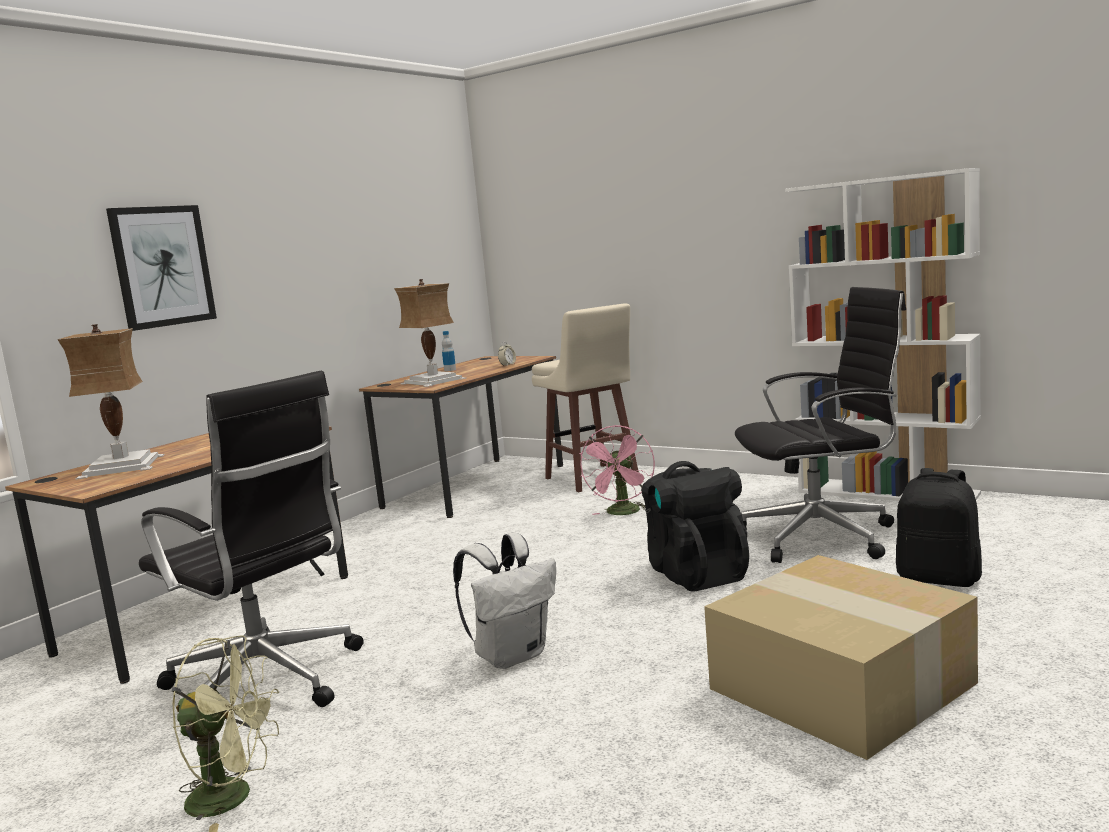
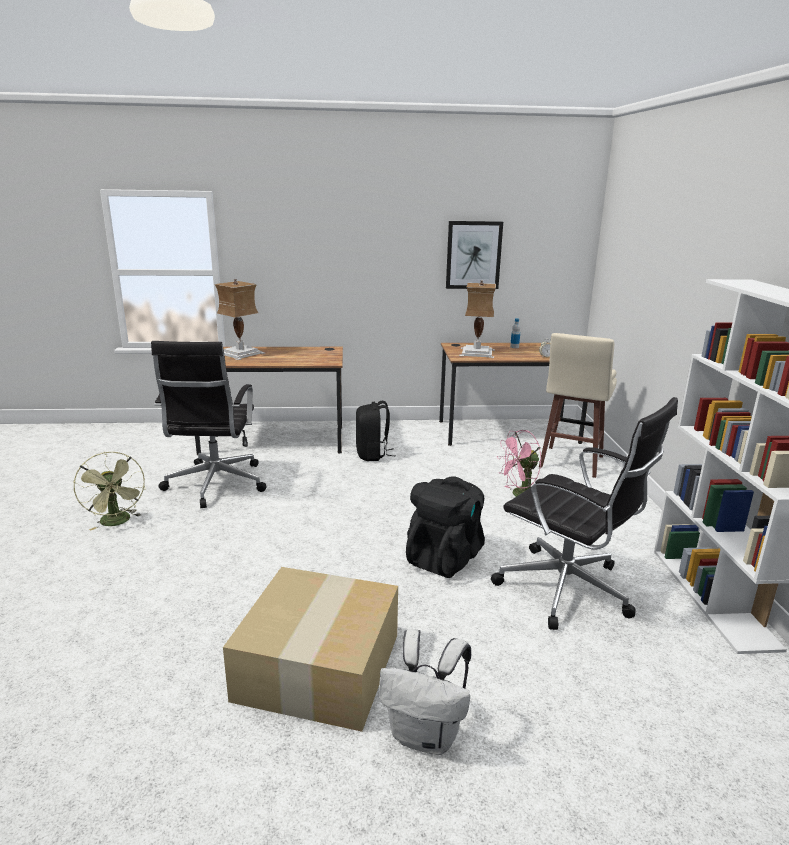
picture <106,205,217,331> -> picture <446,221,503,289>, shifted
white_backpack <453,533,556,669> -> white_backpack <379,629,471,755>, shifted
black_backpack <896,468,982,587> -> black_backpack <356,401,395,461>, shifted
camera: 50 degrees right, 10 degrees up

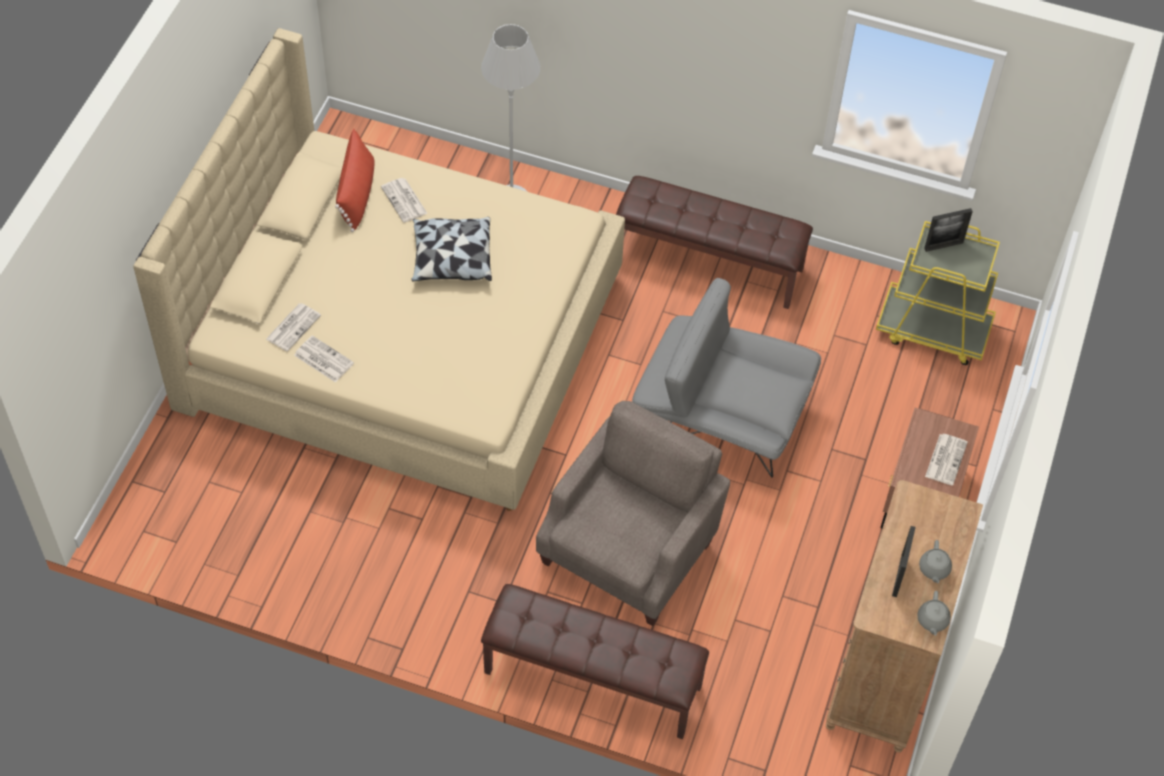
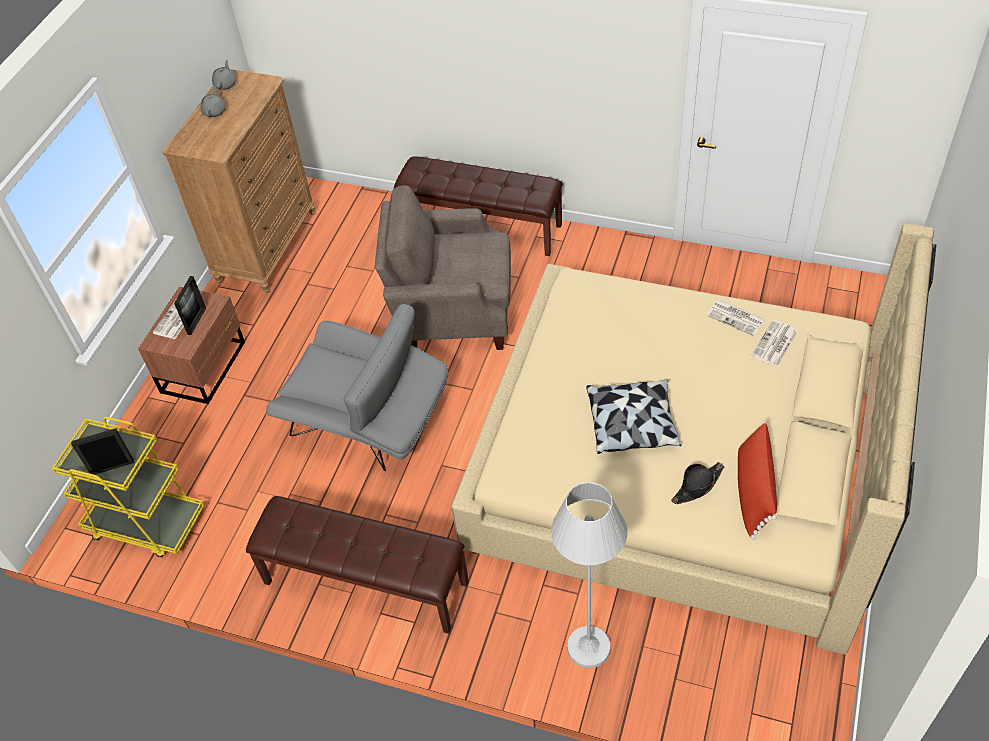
picture_frame <892,526,916,597> -> picture_frame <174,276,206,335>, shifted
newspaper <381,178,428,223> -> black_hat <671,462,724,504>
beige_armchair <536,401,730,626> -> beige_armchair <375,185,511,350>, 60 degrees clockwise
camera: 175 degrees left, 5 degrees down

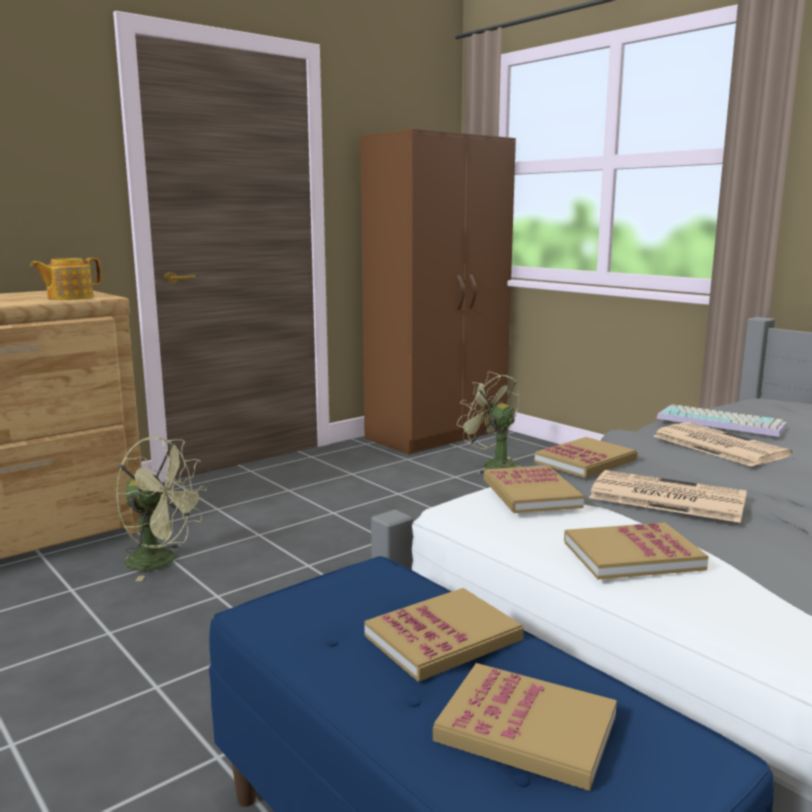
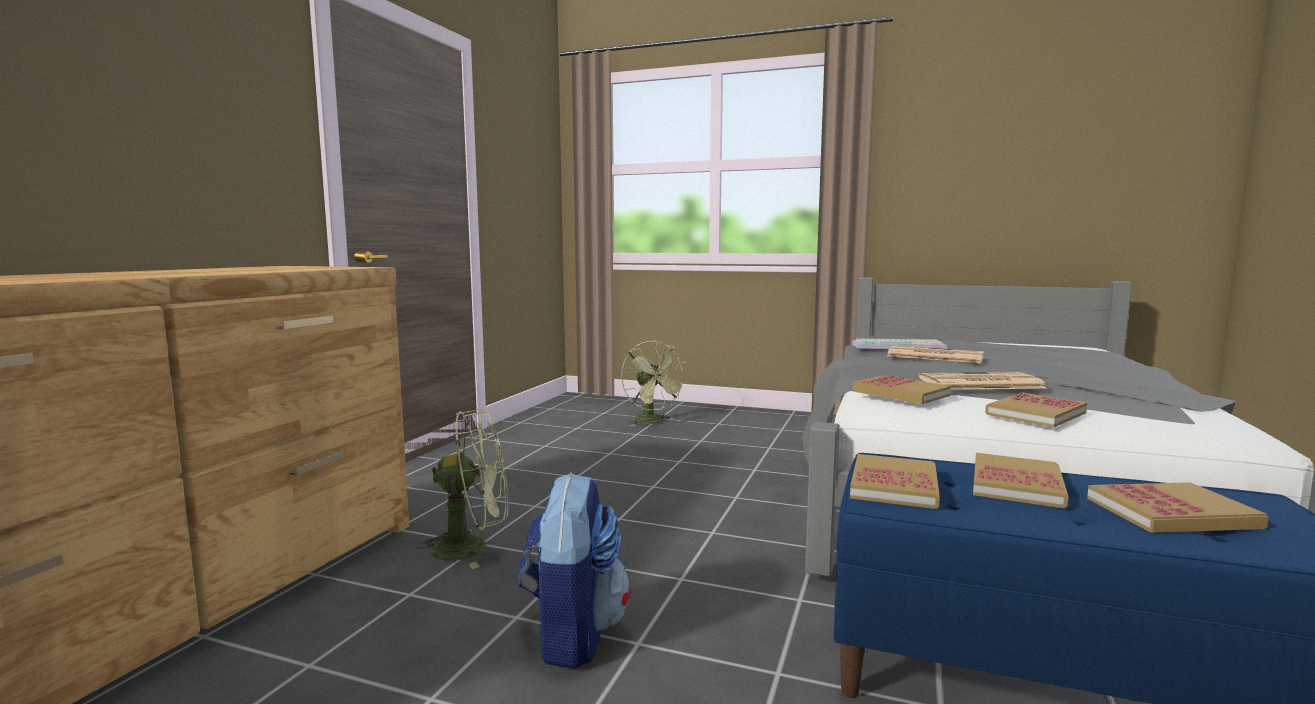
teapot <30,258,101,300> -> none
brown_wardrobe <360,129,516,455> -> none
none -> backpack <518,472,631,669>
book <535,437,637,478> -> book <850,454,940,509>, shifted
green_fan <457,372,520,474> -> green_fan <621,341,687,426>, 135 degrees counterclockwise
camera: 30 degrees left, 5 degrees down

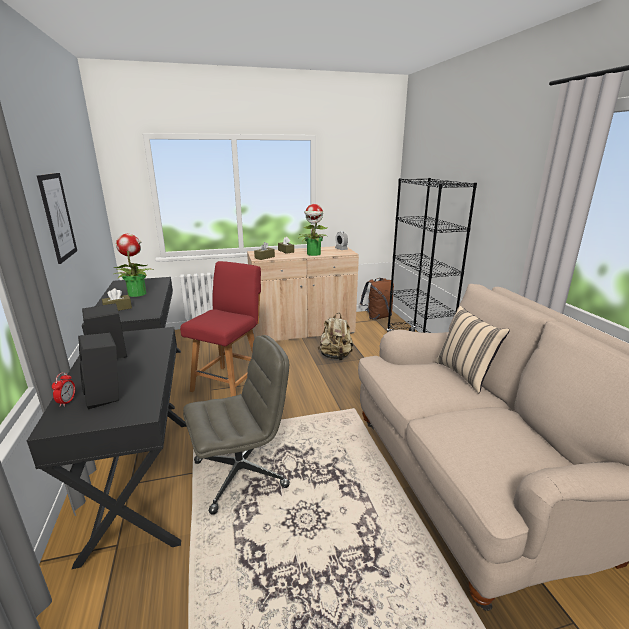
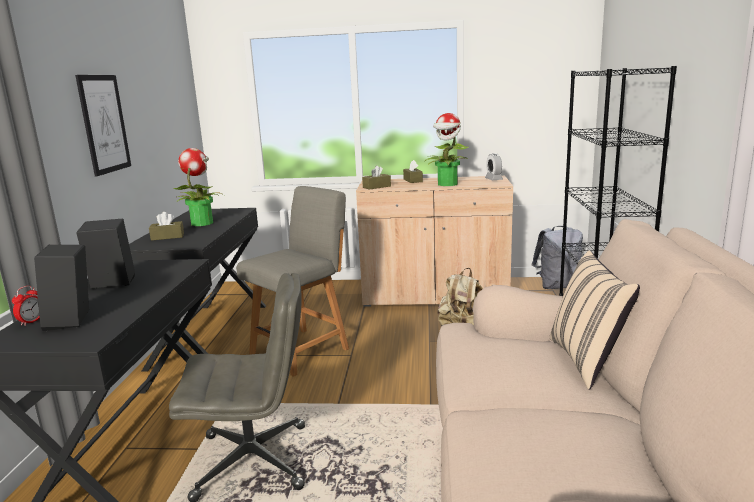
red_chair <180,261,261,397> -> grey_chair <236,186,349,377>
brown_backpack <360,278,394,320> -> grey_backpack <532,226,583,289>
camera: 20 degrees right, 5 degrees down

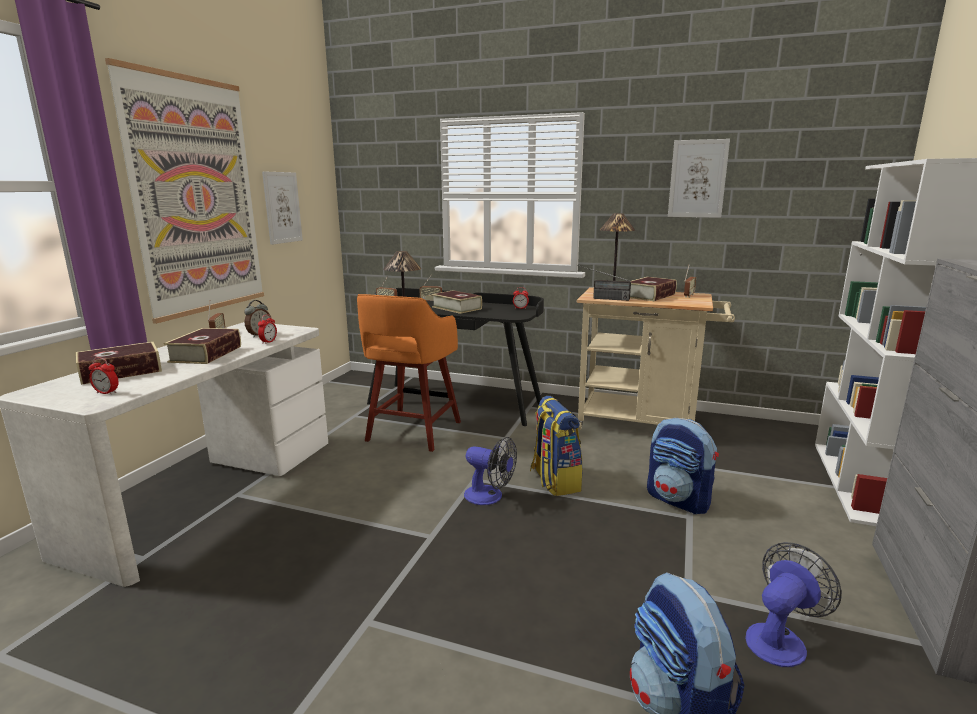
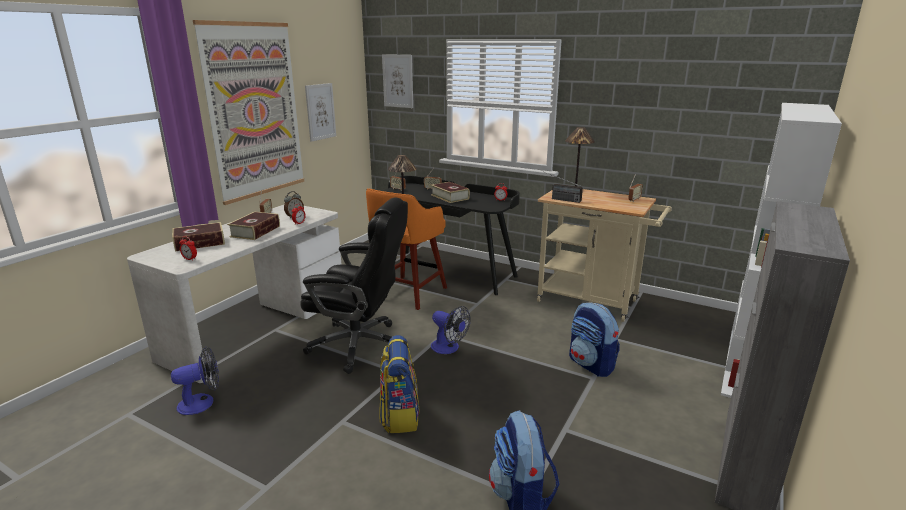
book <630,277,677,301> -> none
none -> black_office_chair <300,197,408,374>
backpack <530,396,583,496> -> backpack <379,335,420,433>, shifted
picture <668,139,730,218> -> picture <382,54,413,108>, shifted
fan <745,542,842,667> -> fan <171,347,219,415>, shifted
camera: 10 degrees right, 5 degrees up

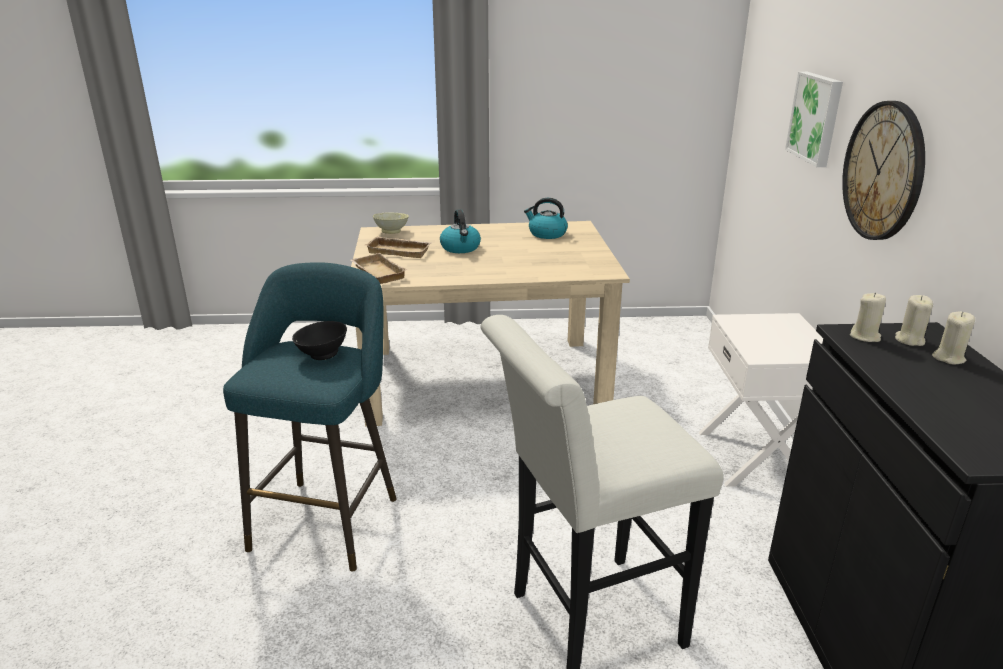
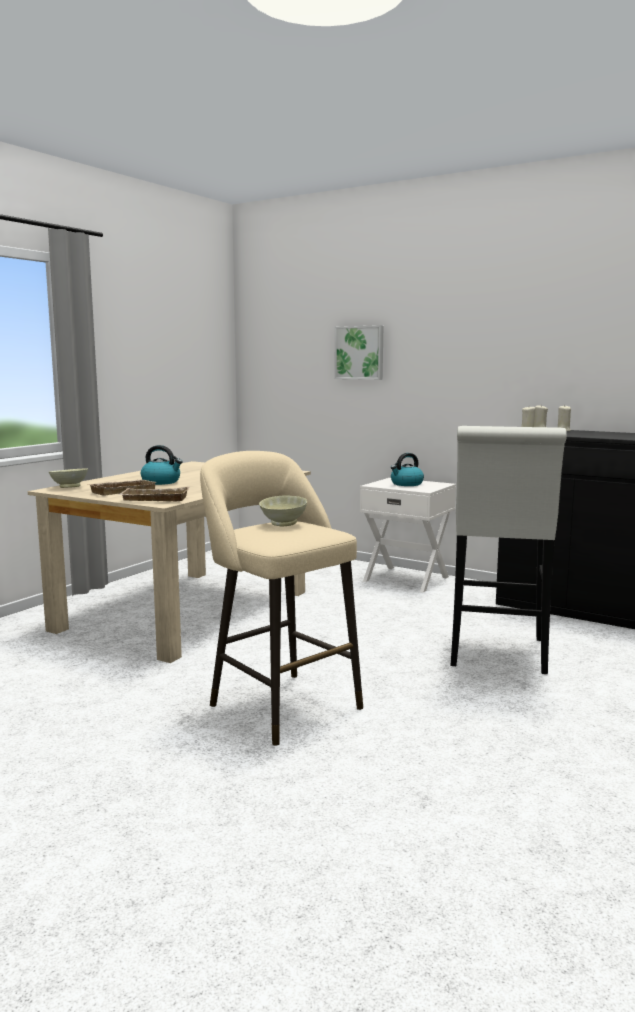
wall_clock <842,101,925,240> -> none
kettle <524,198,568,239> -> kettle <391,453,424,486>, shifted
turquoise_stool <223,262,397,572> -> beige_stool <200,451,363,745>
black_bowl <292,321,347,360> -> beige_bowl <259,495,307,526>
camera: 55 degrees left, 15 degrees down

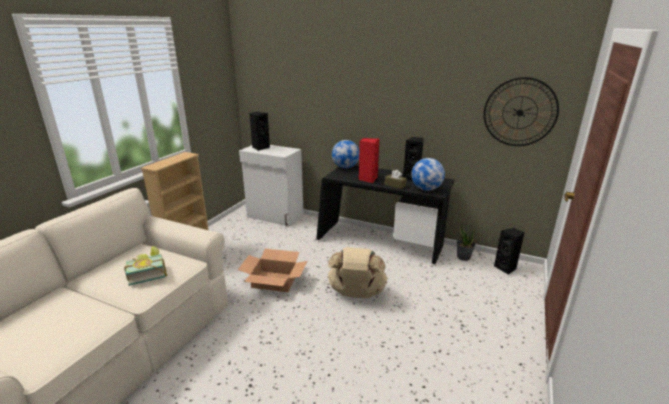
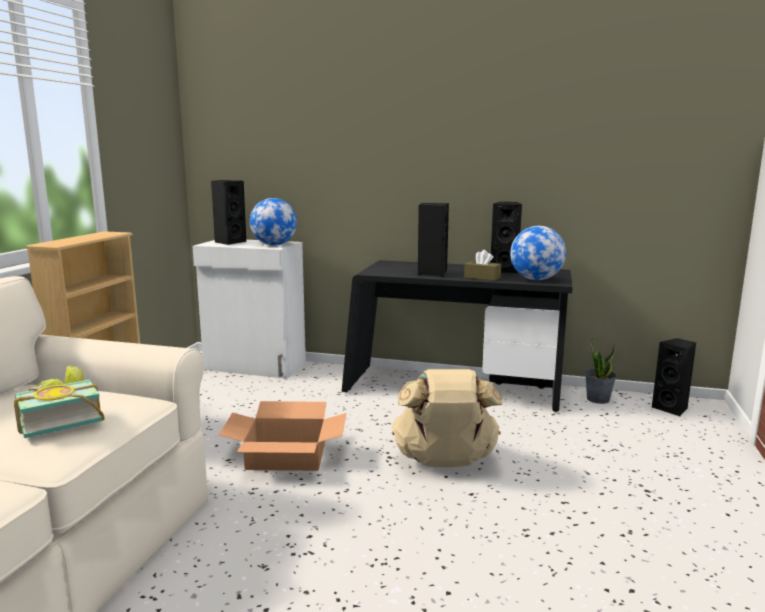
wall_clock <484,77,559,146> -> none
globe <332,140,359,168> -> globe <250,198,297,245>, shifted
red_speaker <359,138,379,183> -> black_speaker <418,203,449,277>
camera: 10 degrees left, 10 degrees down

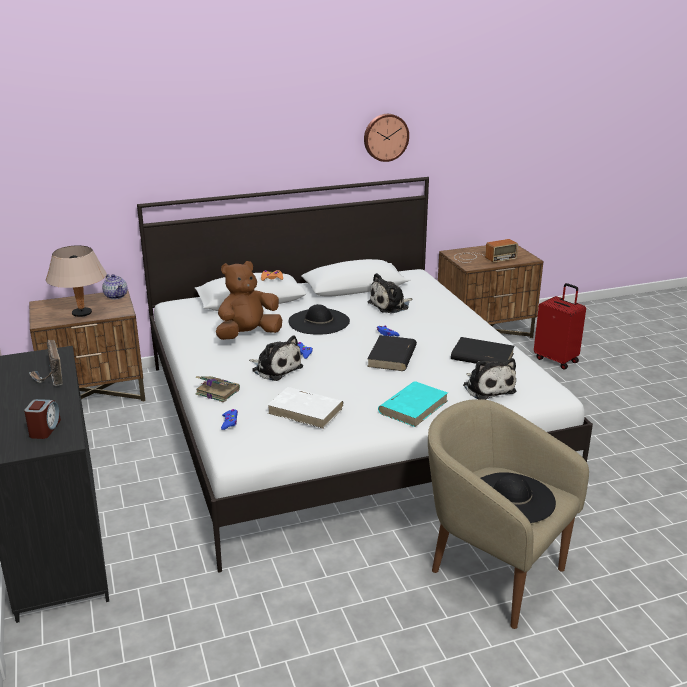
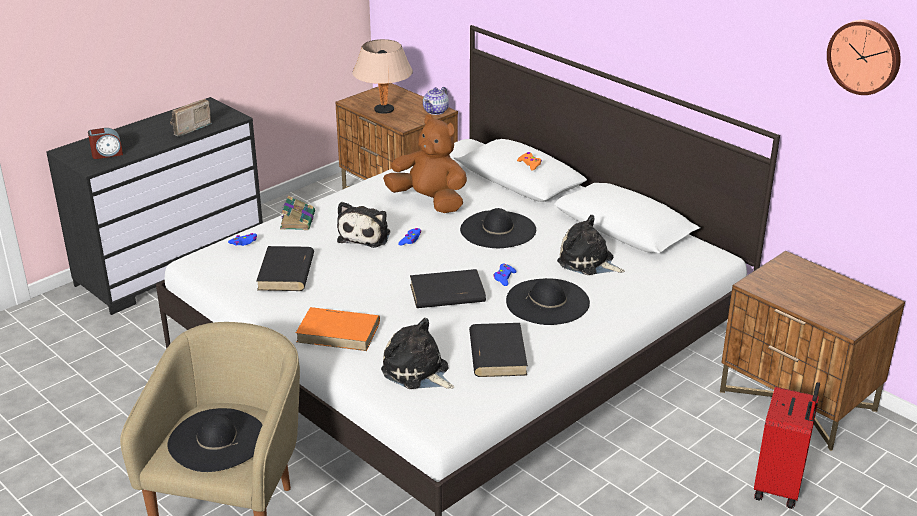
radio <454,239,518,263> -> none
none -> black_hat <506,278,590,325>
wall_clock <364,114,409,162> -> wall_clock <827,20,901,95>, shifted
white_book <267,387,344,428> -> black_book <256,246,314,291>
turquoise_book <378,381,448,427> -> orange_book <296,307,380,351>
plush_toy <463,358,516,400> -> plush_toy <381,318,454,389>, 90 degrees clockwise
camera: 65 degrees right, 5 degrees up

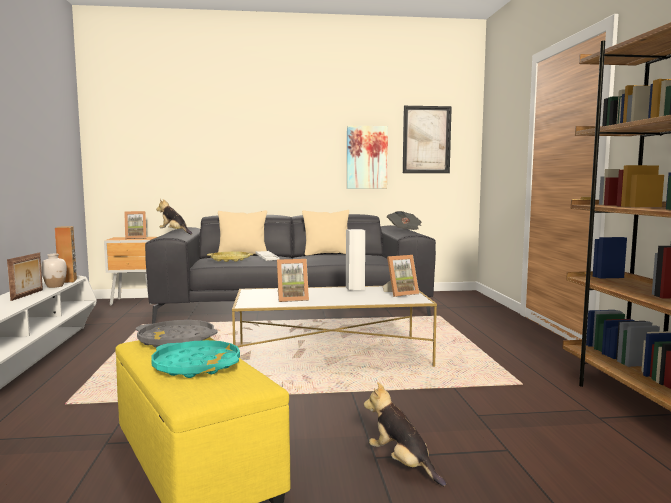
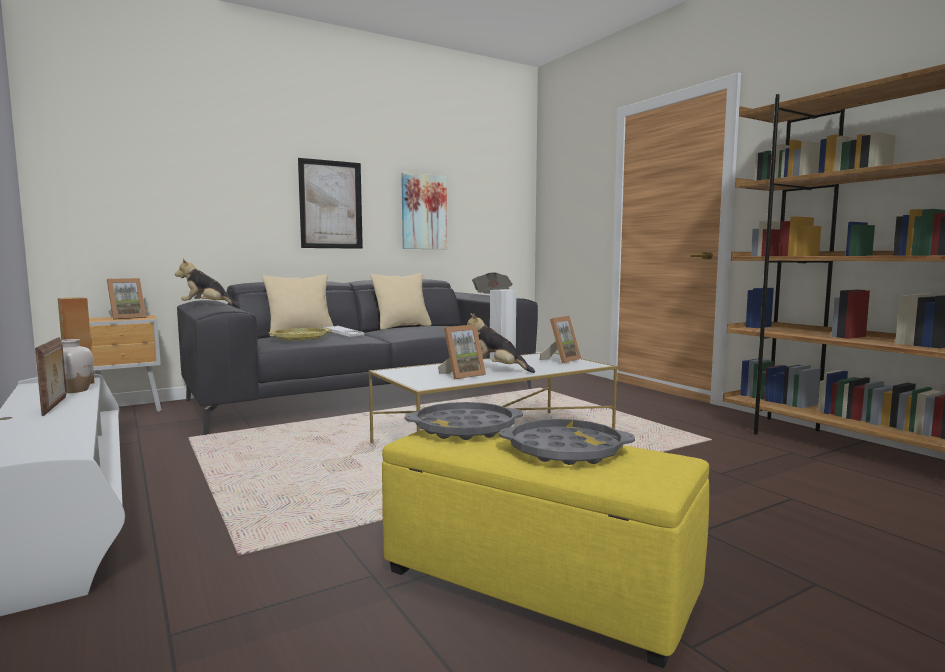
plush_toy <364,382,446,486> -> plush_toy <467,313,535,373>, shifted
picture <403,106,452,173> -> picture <298,158,363,249>, shifted
turquoise_tray <151,340,240,378> -> grey_tray <499,419,635,465>
camera: 25 degrees left, 0 degrees up

